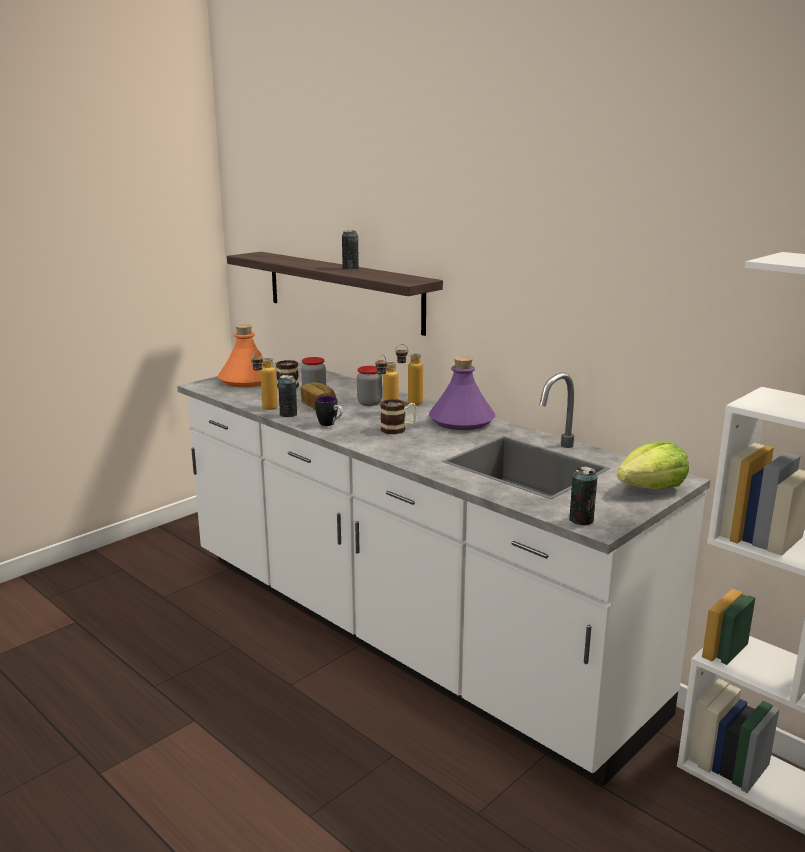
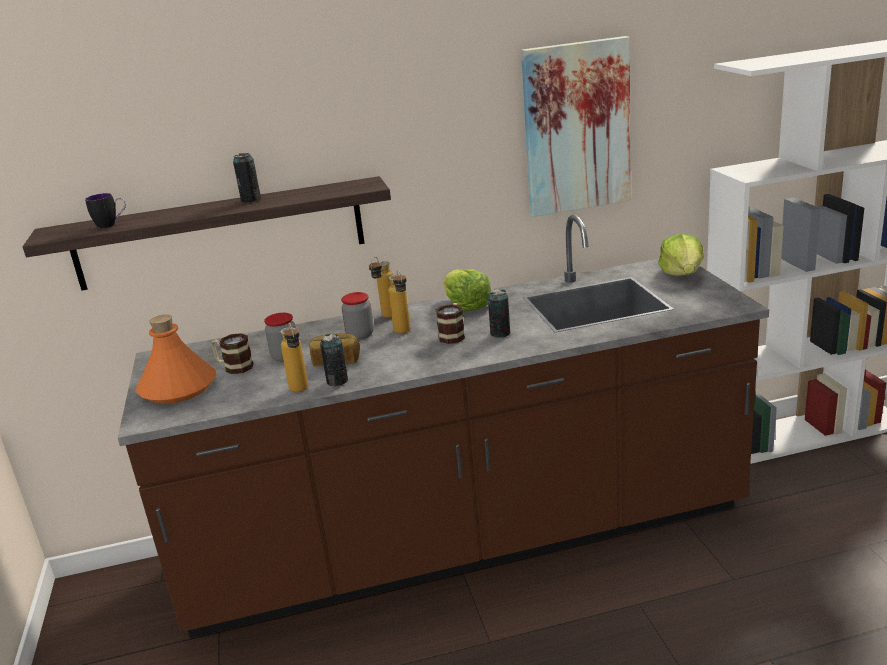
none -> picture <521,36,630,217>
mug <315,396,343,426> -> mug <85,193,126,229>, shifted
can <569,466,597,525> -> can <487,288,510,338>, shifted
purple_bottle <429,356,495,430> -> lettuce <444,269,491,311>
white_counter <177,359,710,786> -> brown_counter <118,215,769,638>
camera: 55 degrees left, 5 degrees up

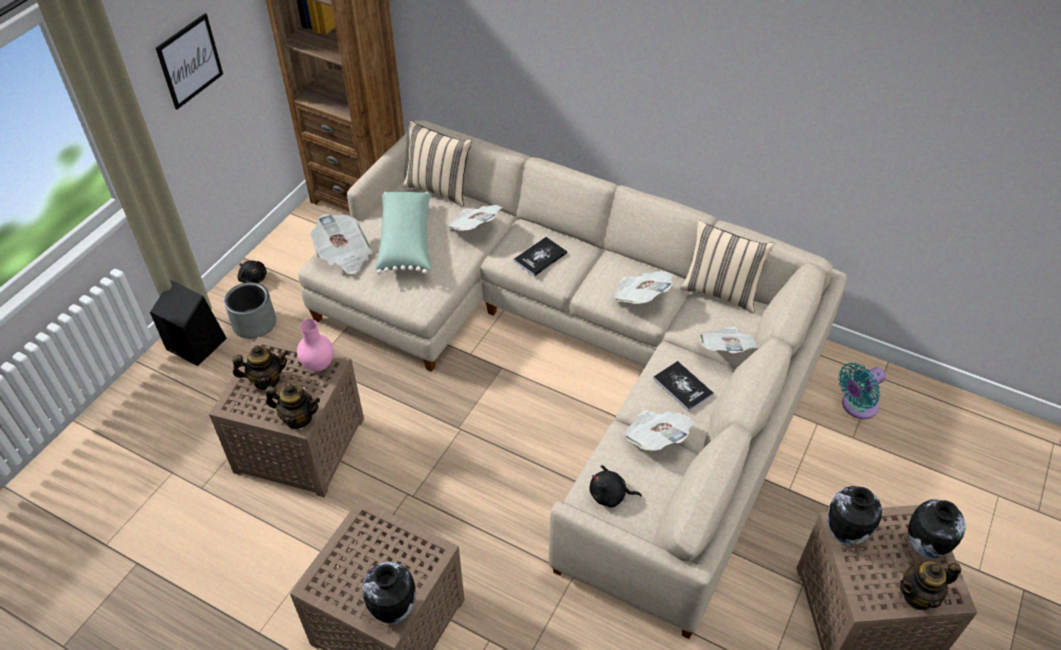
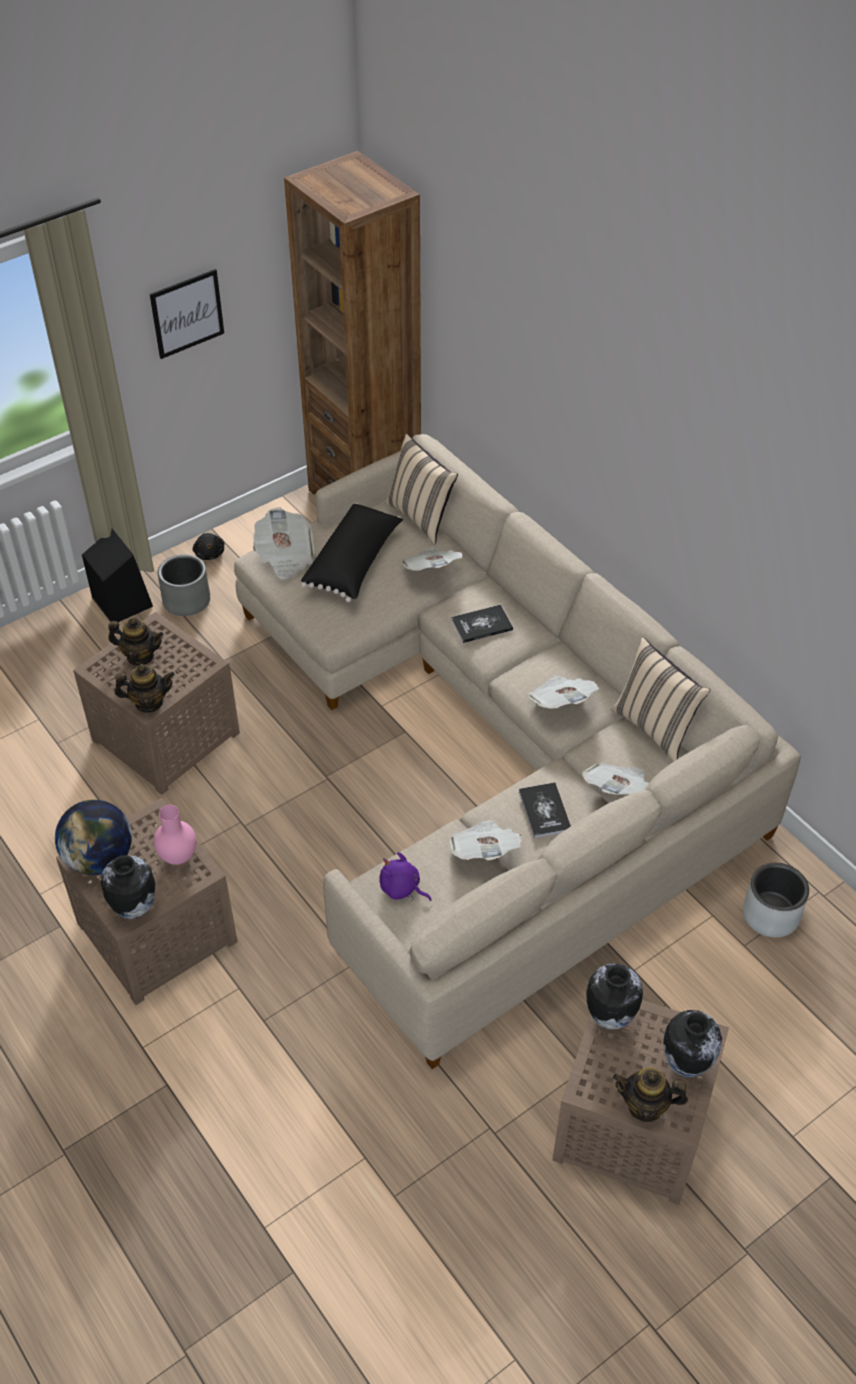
none -> globe <55,800,132,875>
pink_vase <297,319,333,372> -> pink_vase <154,805,197,865>, shifted
turquoise_fan <838,363,886,419> -> grey_planter <743,863,809,937>
green_pillow <375,192,432,274> -> black_pillow <301,503,403,602>
black_plush_toy <589,465,642,507> -> purple_plush_toy <379,852,432,901>
teapot <265,384,320,429> -> teapot <114,664,175,713>, 45 degrees counterclockwise
camera: 25 degrees right, 0 degrees up

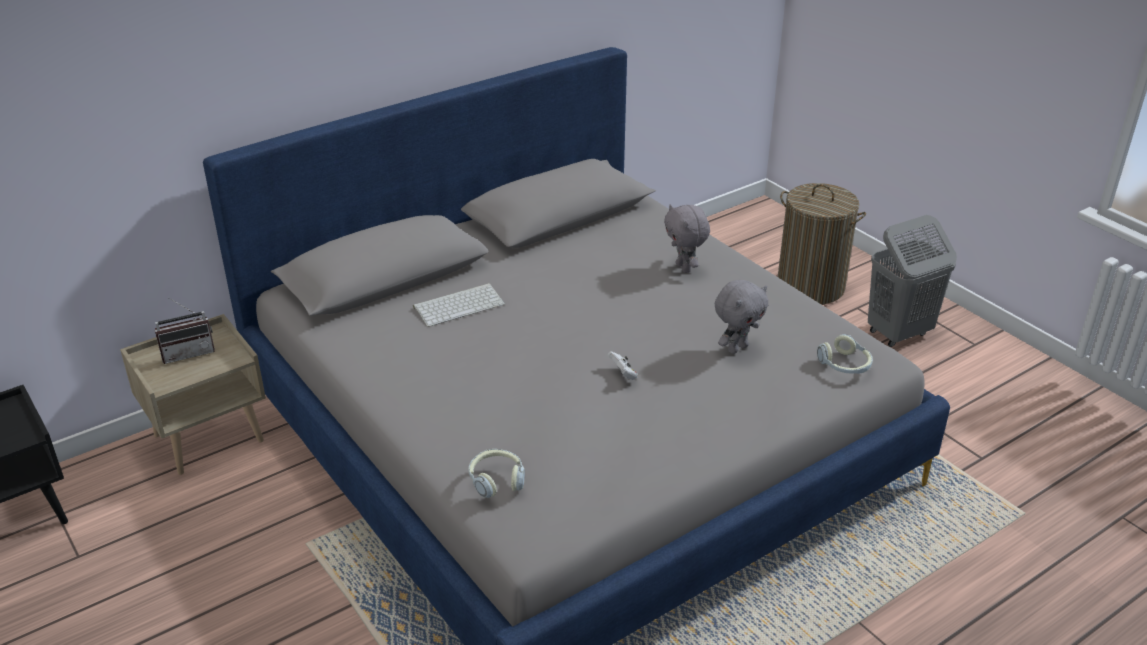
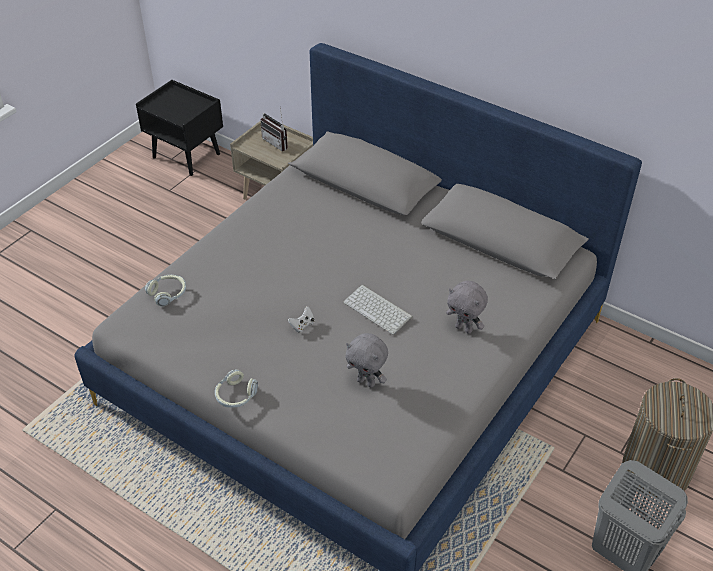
keyboard <413,283,505,327> -> keyboard <343,284,413,335>, shifted
headphones <817,334,873,374> -> headphones <215,369,258,408>, shifted
grey_plush_toy <664,204,710,273> -> grey_plush_toy <446,281,488,334>, 105 degrees counterclockwise
camera: 70 degrees right, 10 degrees up

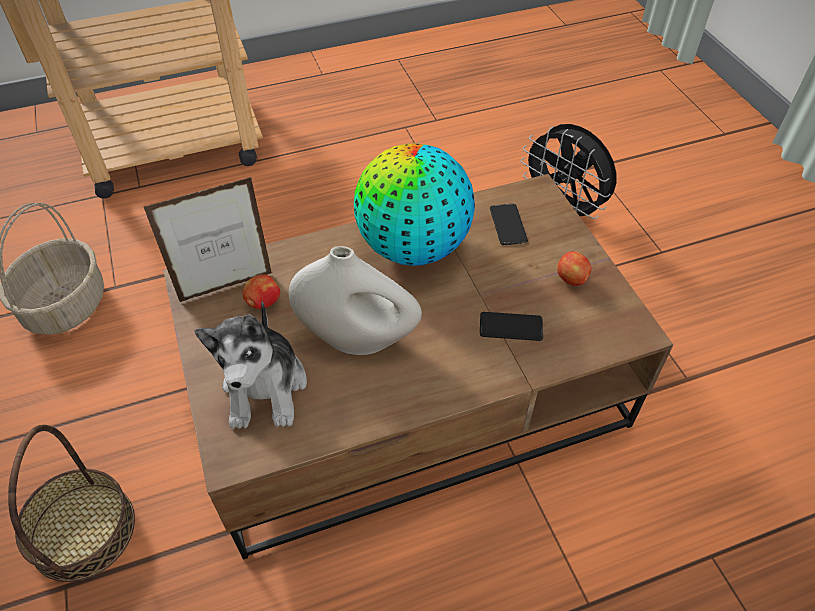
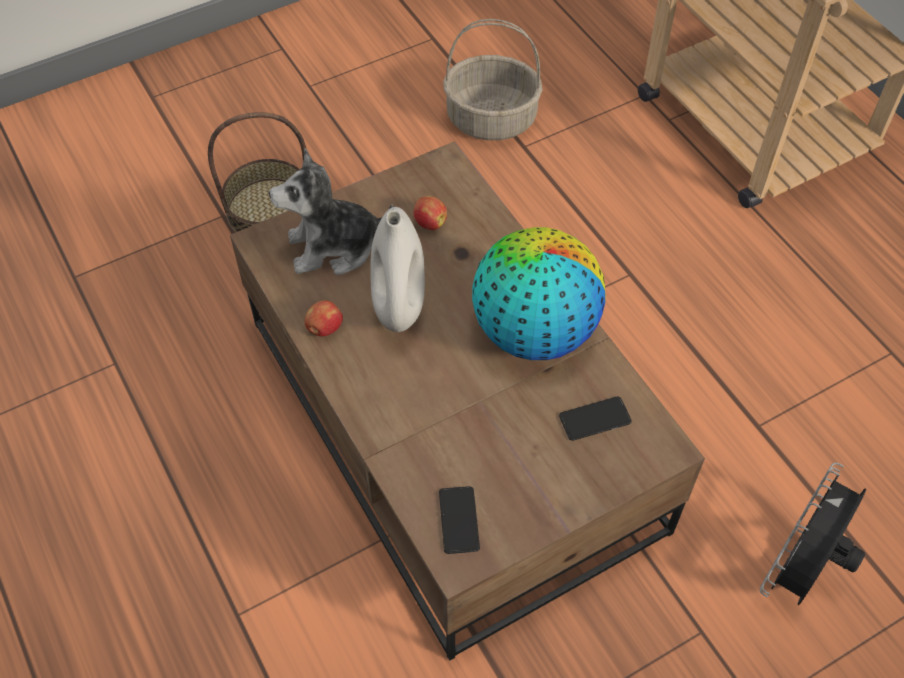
picture_frame <144,177,272,302> -> none
phone <480,312,543,341> -> phone <439,486,480,554>, shifted
apple <557,251,591,286> -> apple <305,300,343,336>, shifted
camera: 80 degrees right, 5 degrees up

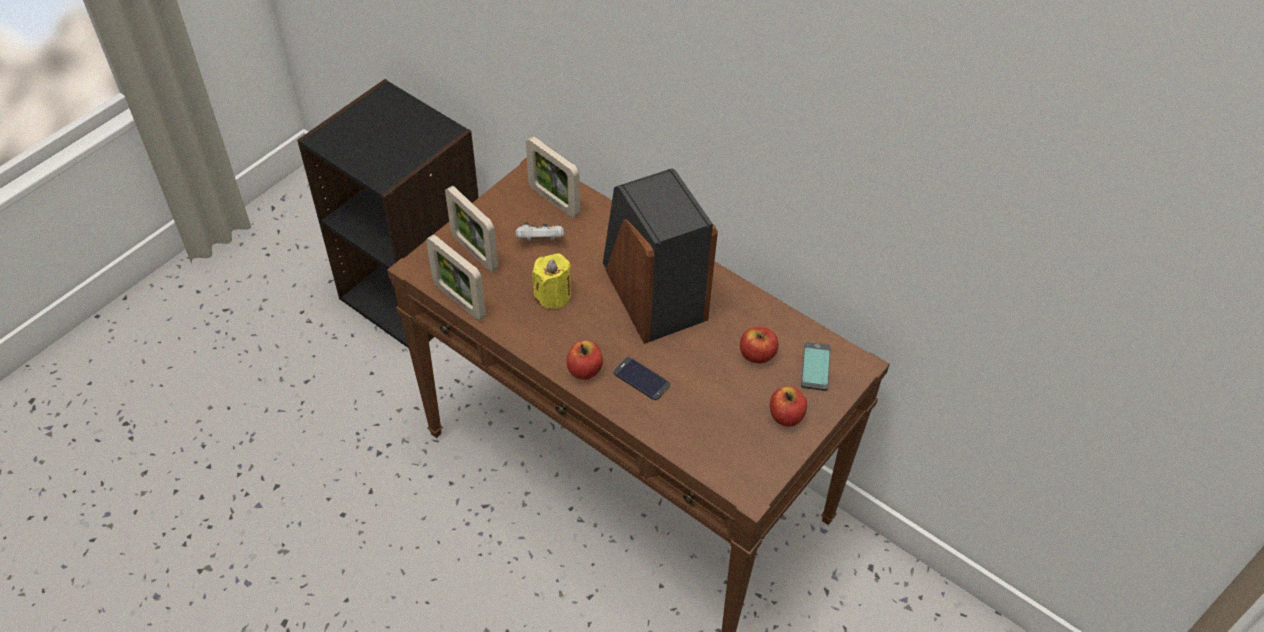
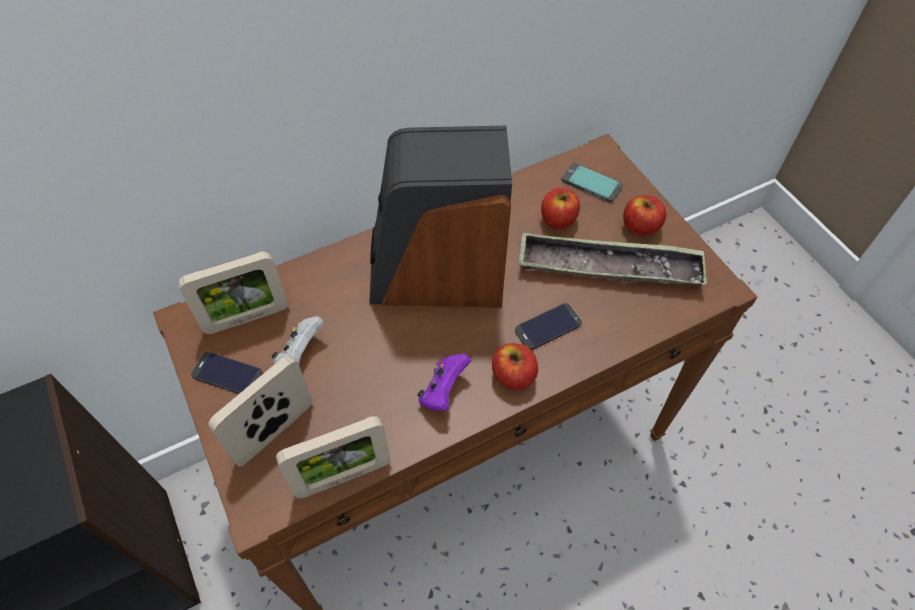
yellow_candle <532,253,571,309> -> none
none -> phone <191,352,263,394>
none -> purple_game_controller <417,354,471,411>
none -> tray <519,233,707,286>
picture_frame <445,186,498,272> -> picture_frame <208,355,312,467>, 150 degrees clockwise
camera: 65 degrees left, 5 degrees up

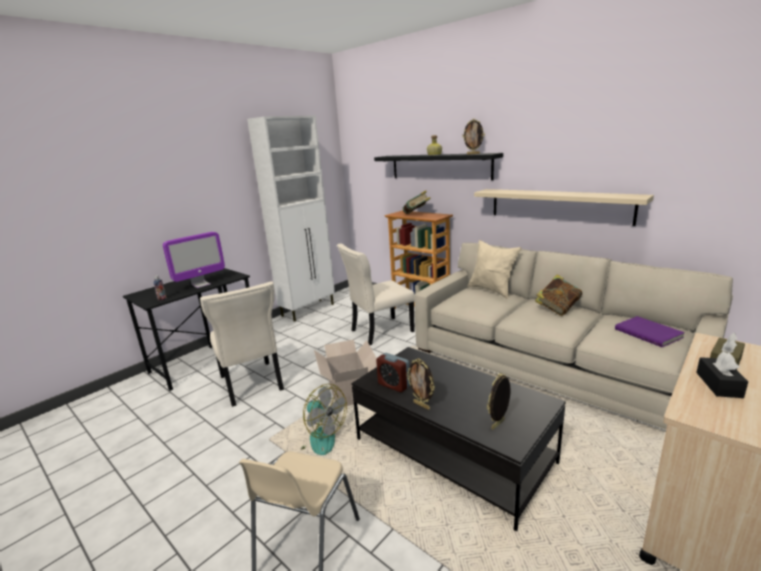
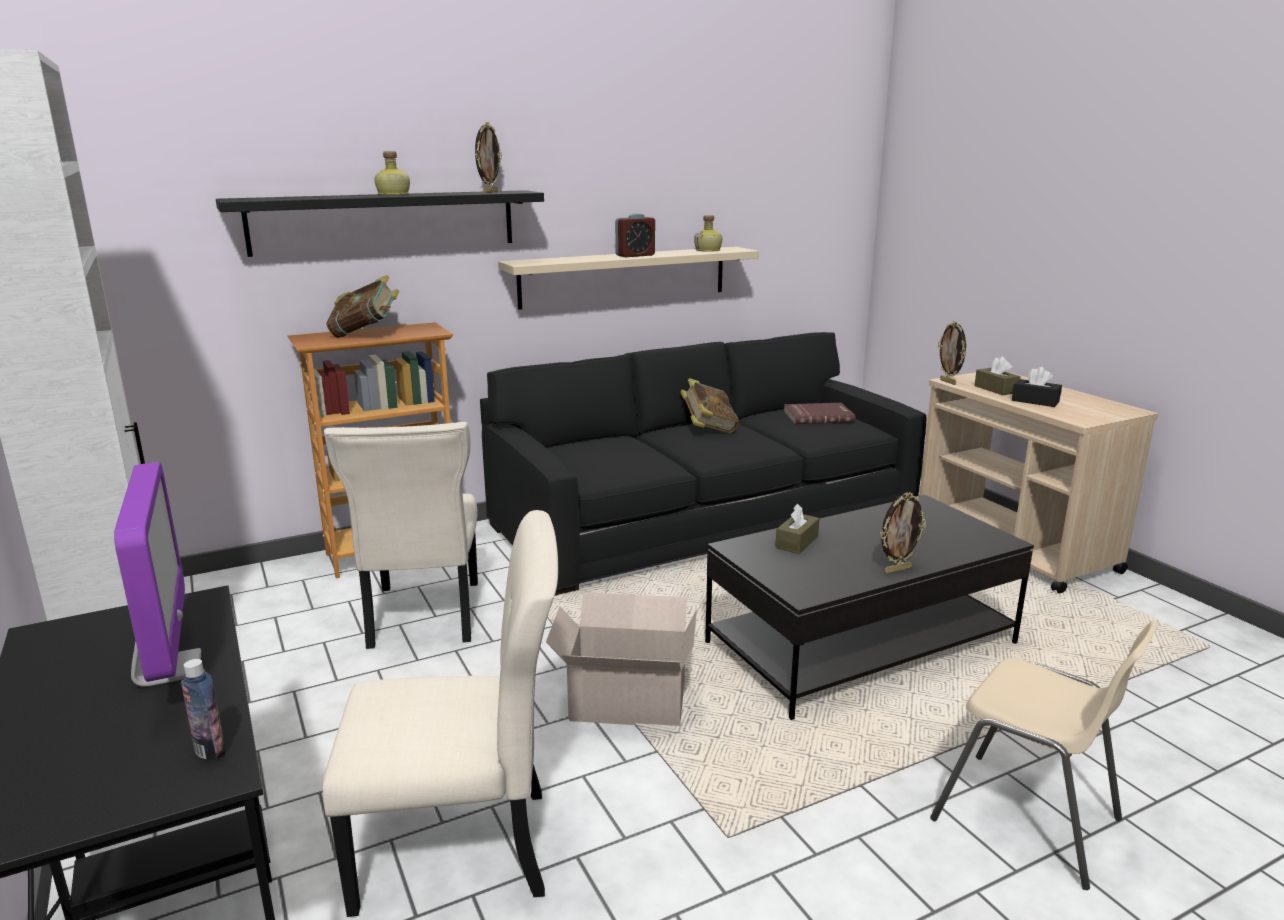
fan <301,384,347,455> -> none
beige_pillow <468,240,521,299> -> none
none -> bottle <694,215,722,252>
none -> brown_tissue_box <775,504,820,554>
alarm_clock <376,353,410,392> -> alarm_clock <615,213,655,257>, shifted
picture_frame <487,373,510,430> -> picture_frame <938,321,966,385>, shifted
beige_sofa <414,243,733,430> -> black_sofa <480,332,926,595>
purple_book <615,316,685,347> -> red_book <784,403,856,424>
camera: 70 degrees left, 0 degrees up

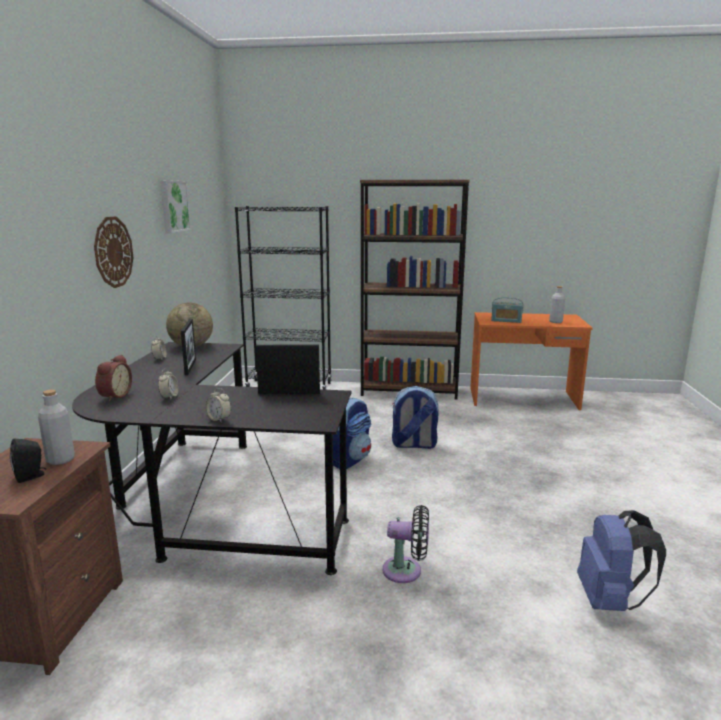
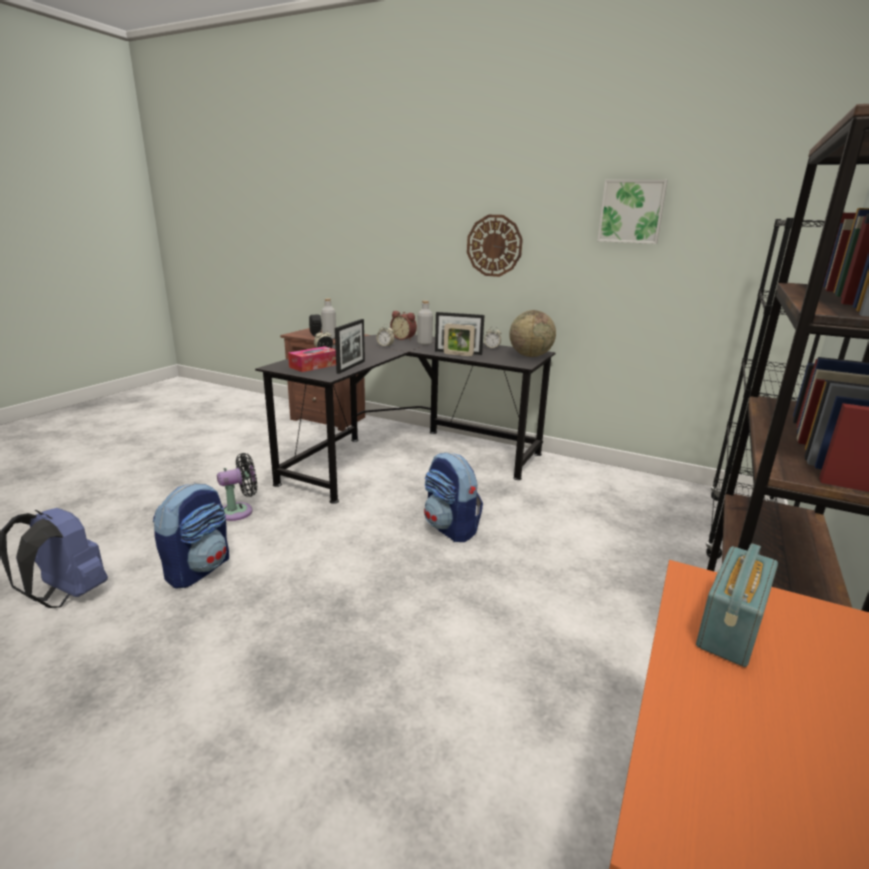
none -> tissue_box <288,346,336,372>
none -> picture_frame <444,323,475,356>
backpack <392,386,439,449> -> backpack <153,483,229,589>, shifted
grey_bottle <549,286,565,323> -> grey_bottle <417,301,433,345>, shifted
black_fan <382,505,429,583> -> black_fan <217,453,257,521>, 150 degrees counterclockwise
camera: 110 degrees right, 5 degrees up

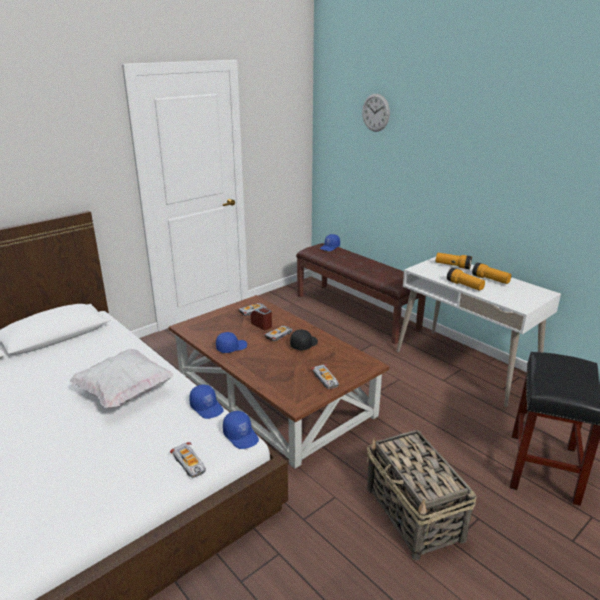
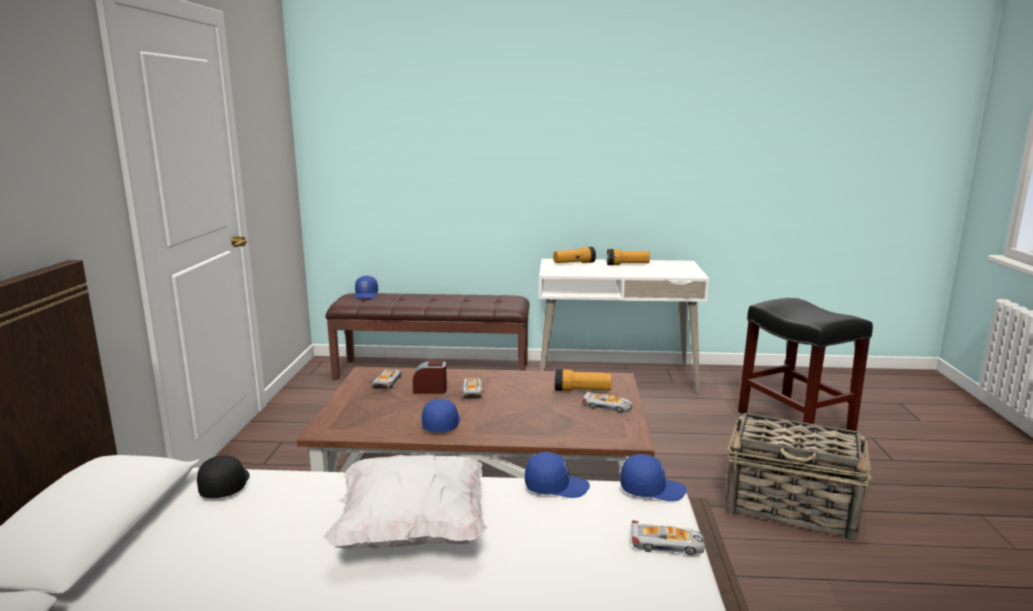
wall_clock <362,94,390,132> -> none
black_cap <290,330,318,350> -> black_cap <197,455,250,498>, shifted
flashlight <447,268,485,291> -> flashlight <555,369,612,391>, shifted
camera: 45 degrees left, 10 degrees down

